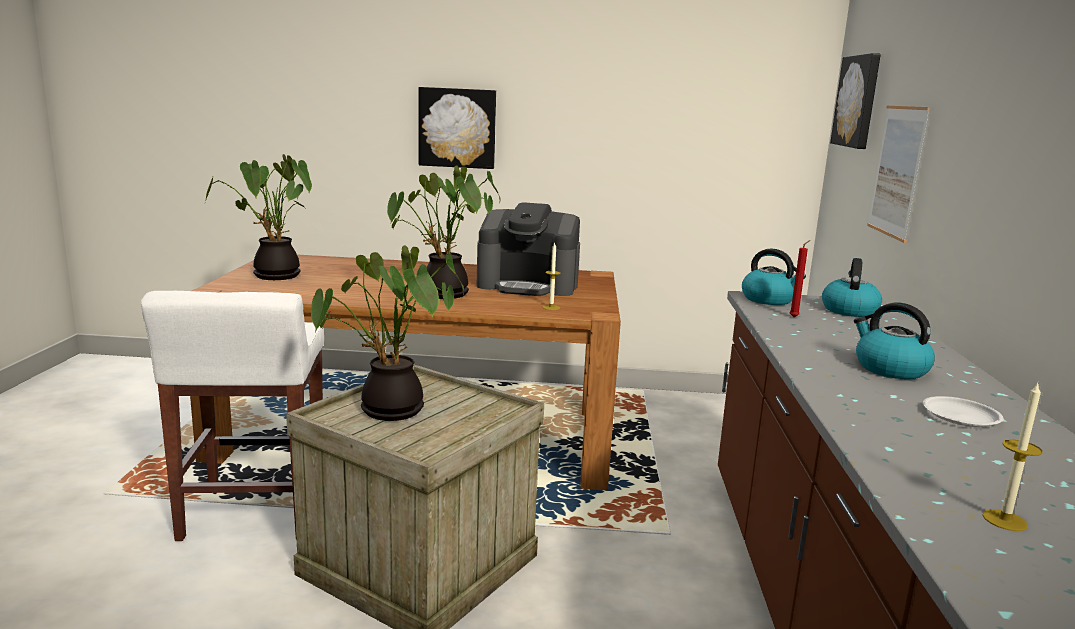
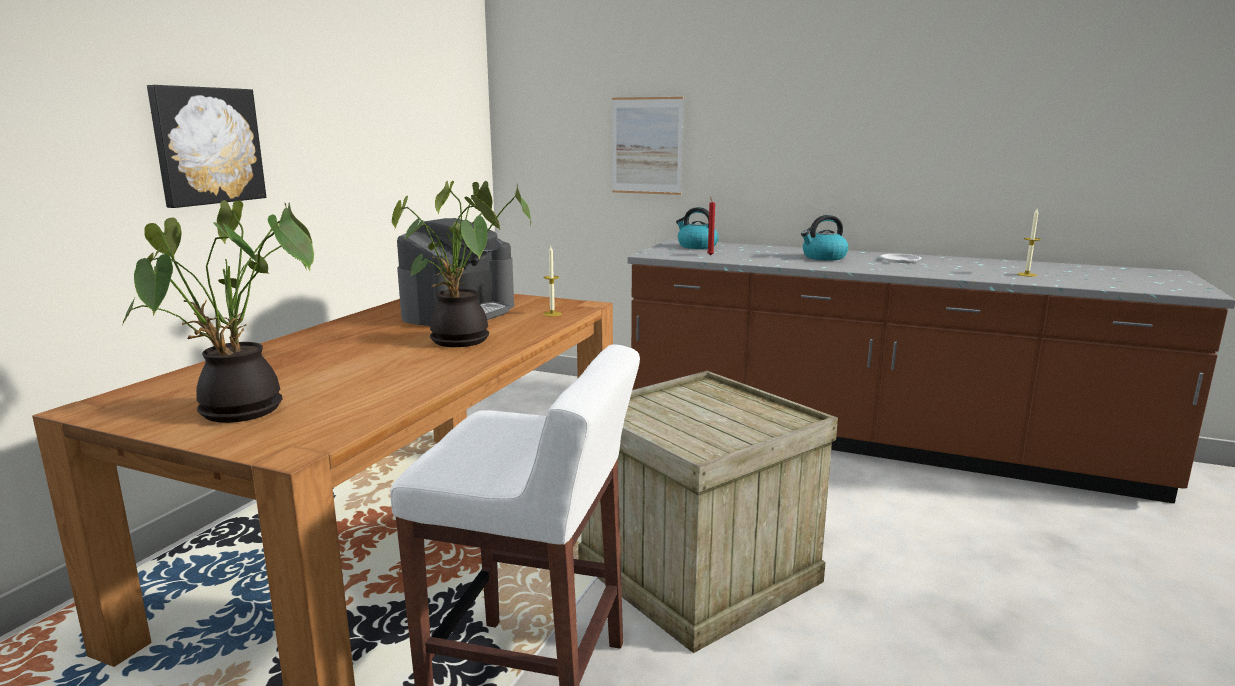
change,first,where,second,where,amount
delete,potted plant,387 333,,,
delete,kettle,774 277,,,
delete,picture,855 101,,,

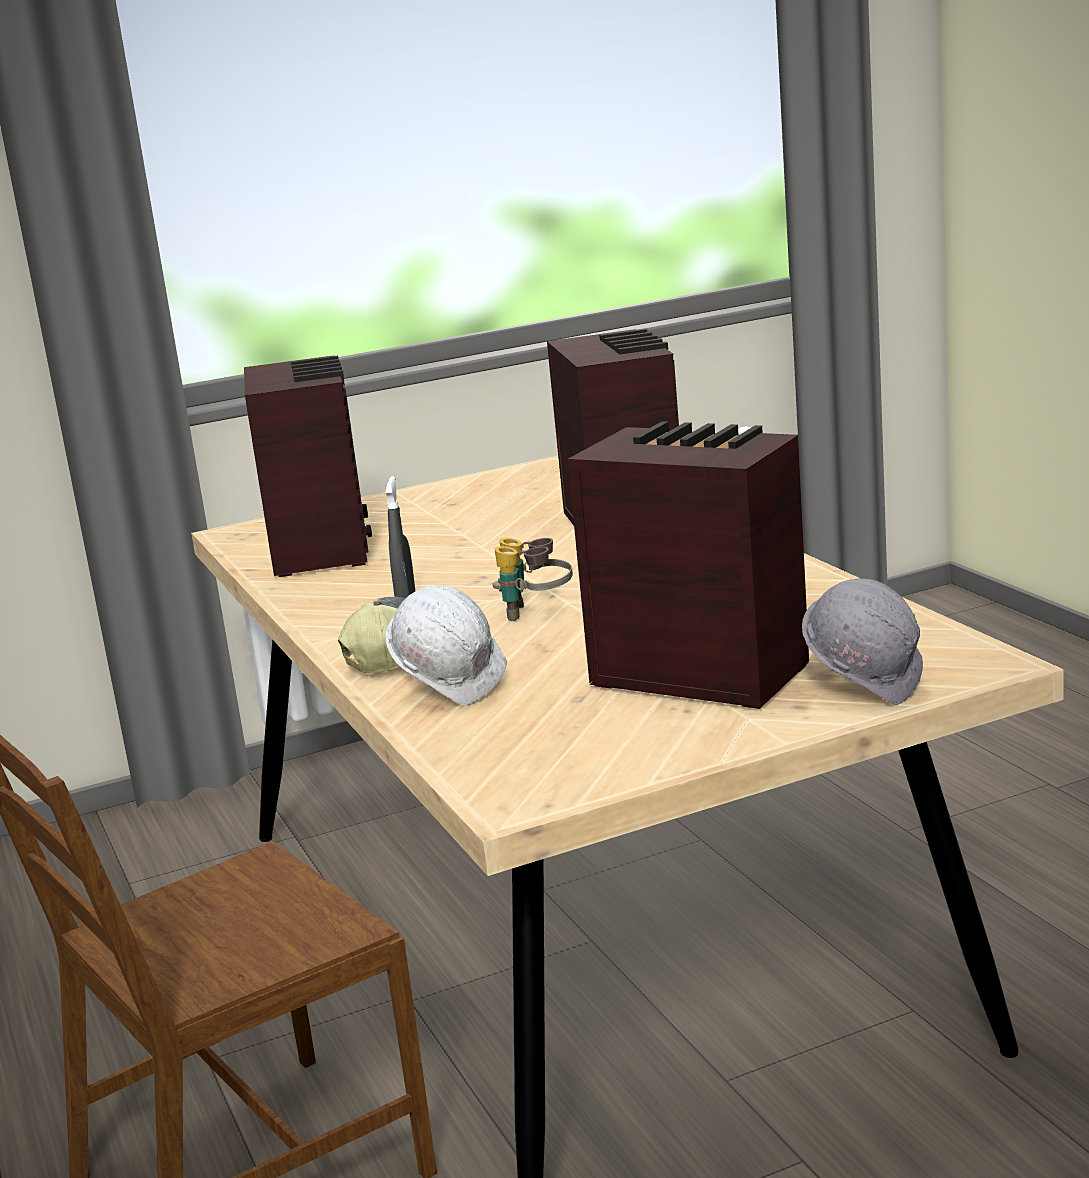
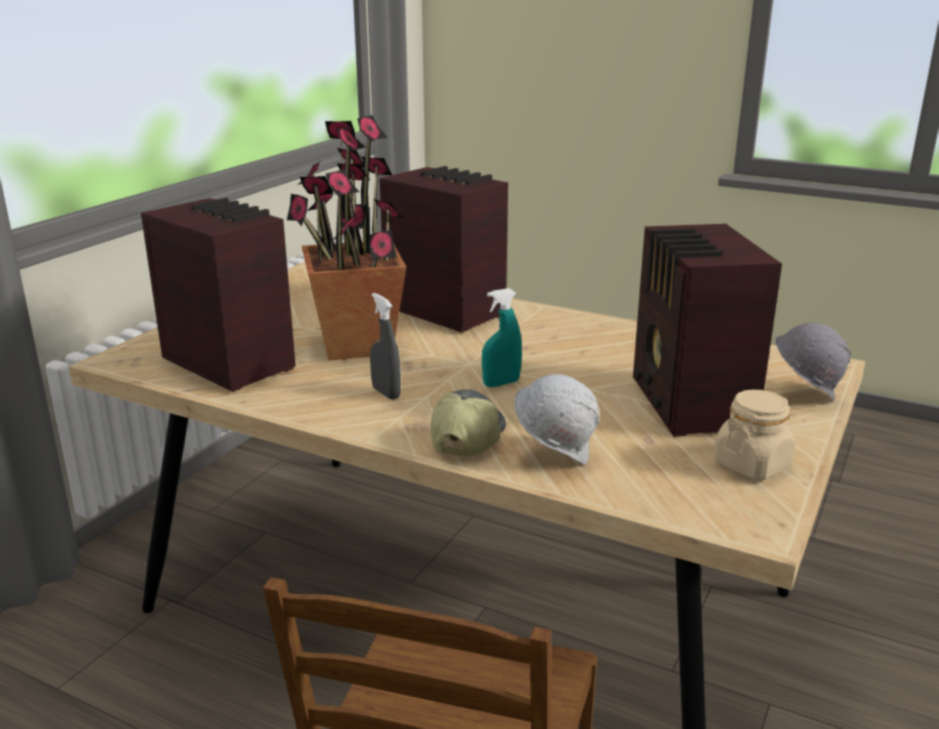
change,first,where,second,where,amount
insert,,,potted plant,346 238,
insert,,,jar in beige,754 435,
replace,binoculars,533 579,spray bottle in turquoise,502 337,
rotate,radio,688 565,,707 330,90 degrees counterclockwise

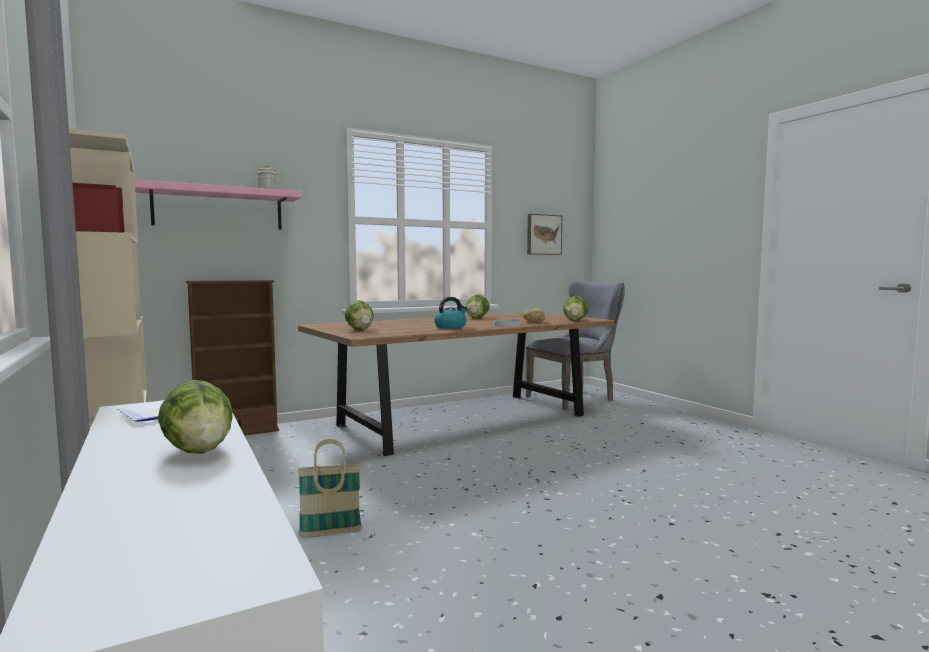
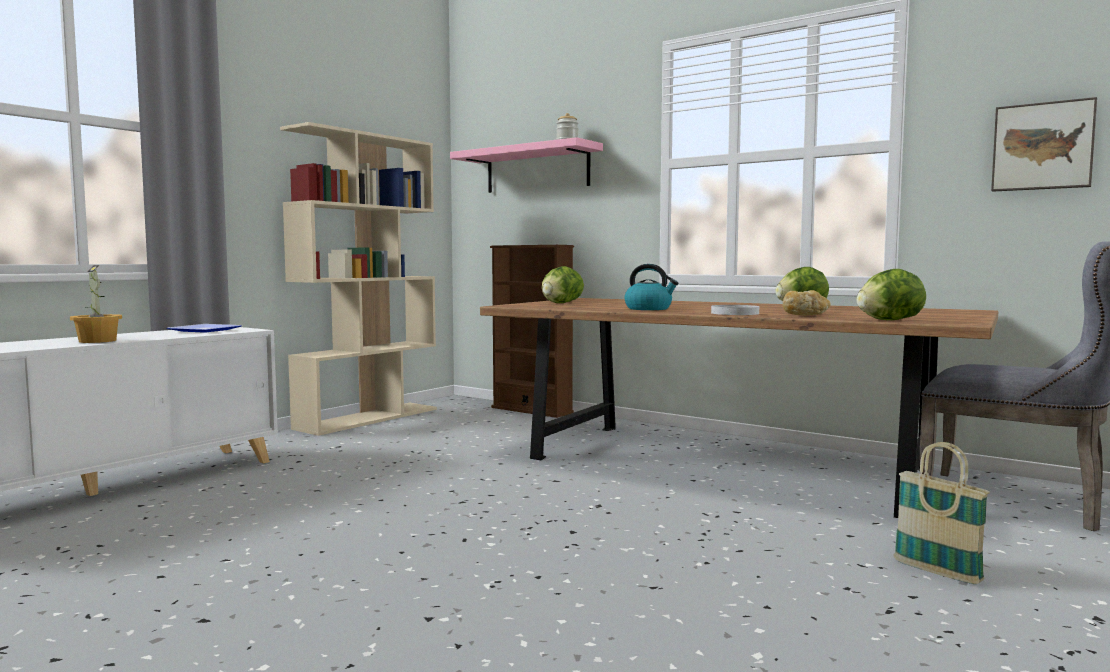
change,first,where,second,where,amount
move,basket,330 488,,942 513,
replace,lettuce,195 417,potted plant,96 304,

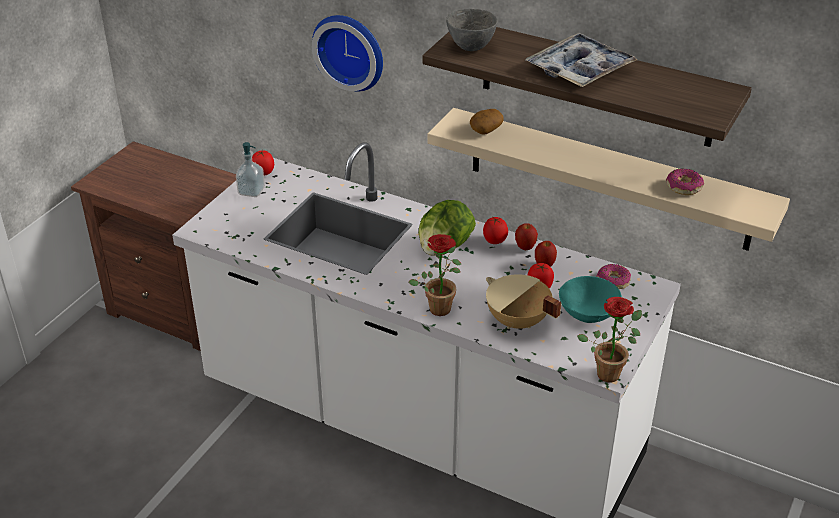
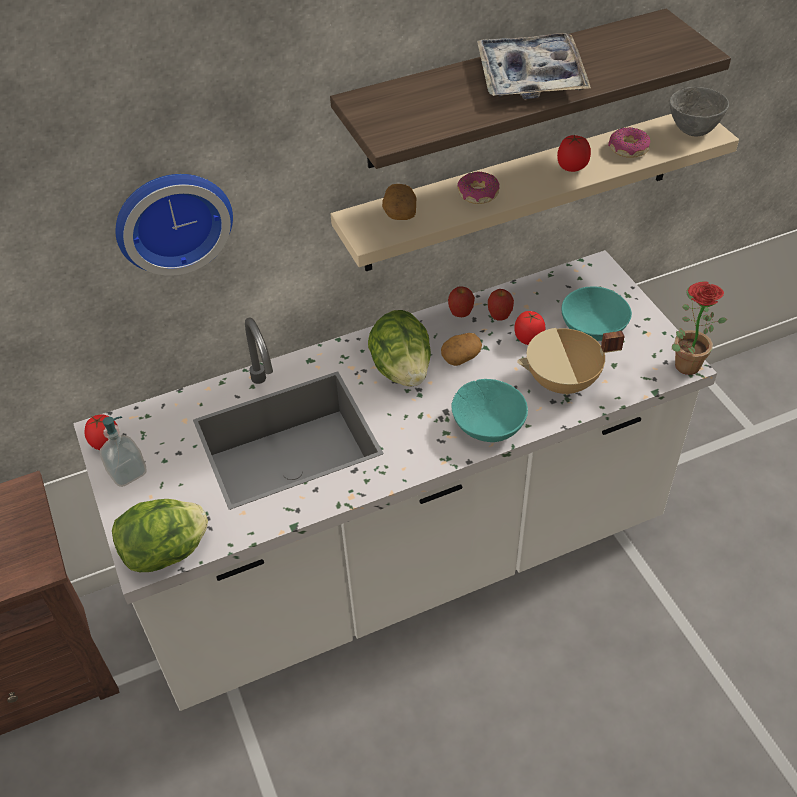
change,first,where,second,where,amount
insert,,,lettuce,160 535,
insert,,,potato,461 349,
move,bowl in grey,472 30,,699 112,
move,tomato,495 230,,574 153,
move,donut,614 276,,478 187,
replace,potted plant,435 275,bowl in turquoise,489 410,

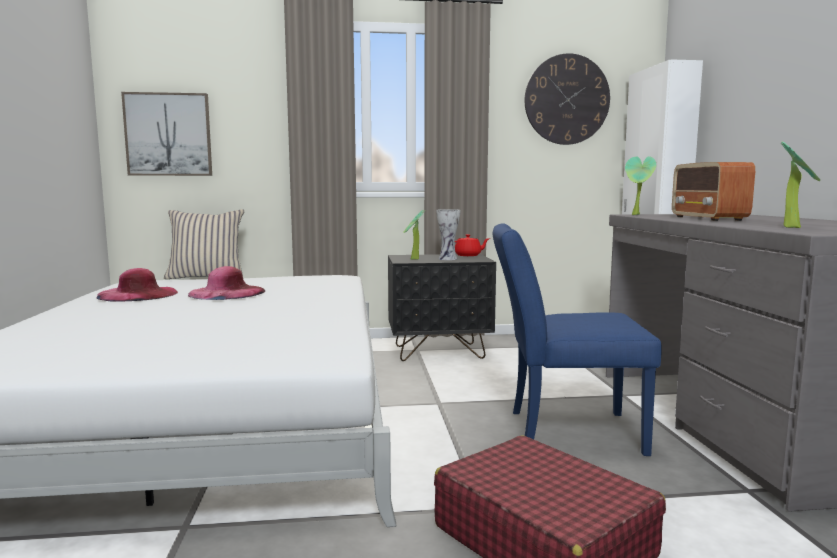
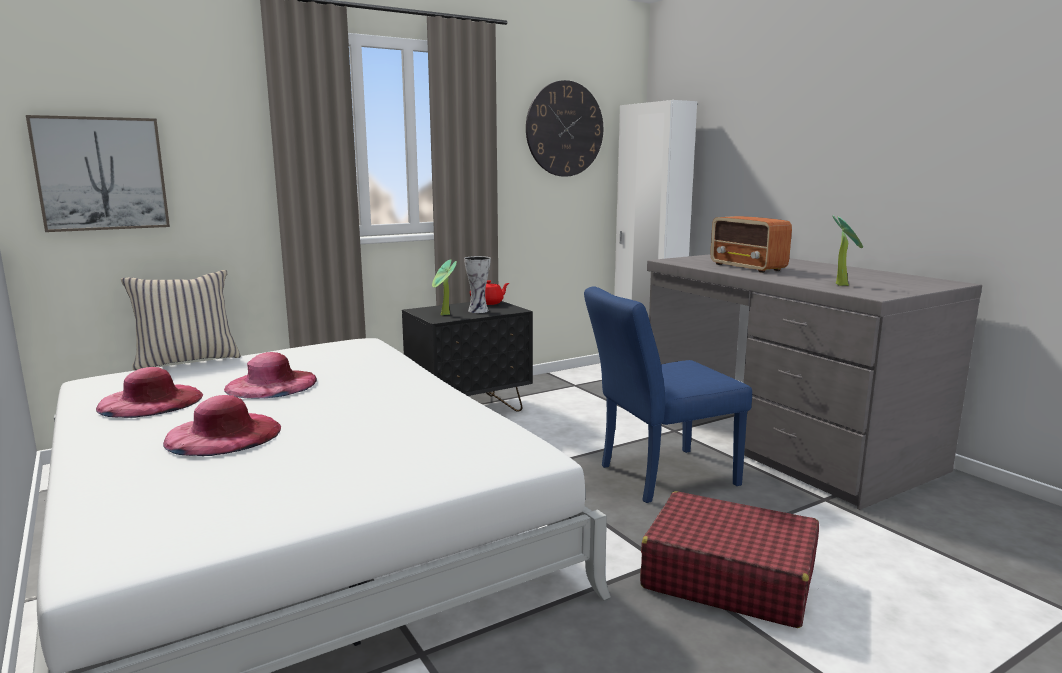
change,first,where,second,where,amount
delete,potted plant,640 185,,,
insert,,,hat in pink,222 425,

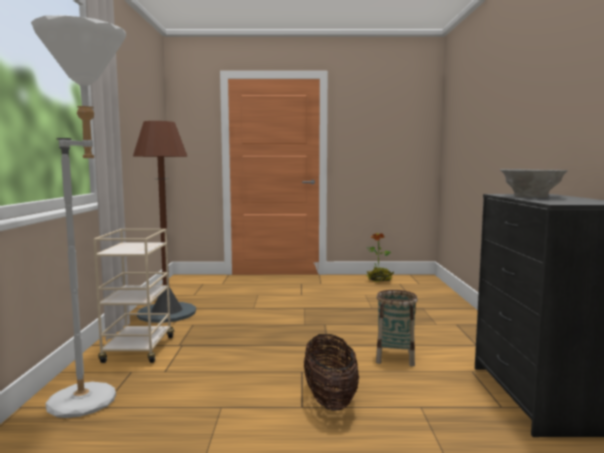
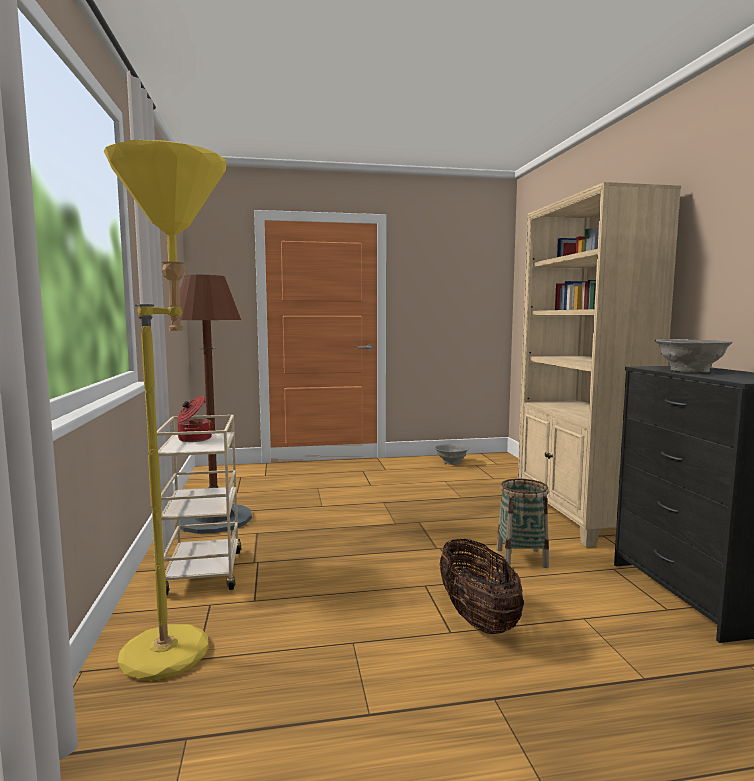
change,first,where,second,where,amount
insert,,,cooking pot,195 419,
insert,,,bookcase in beige,599 364,
replace,potted plant,380 257,bowl in grey,452 454,
recolor,floor lamp in white,78 216,floor lamp in yellow,165 410,

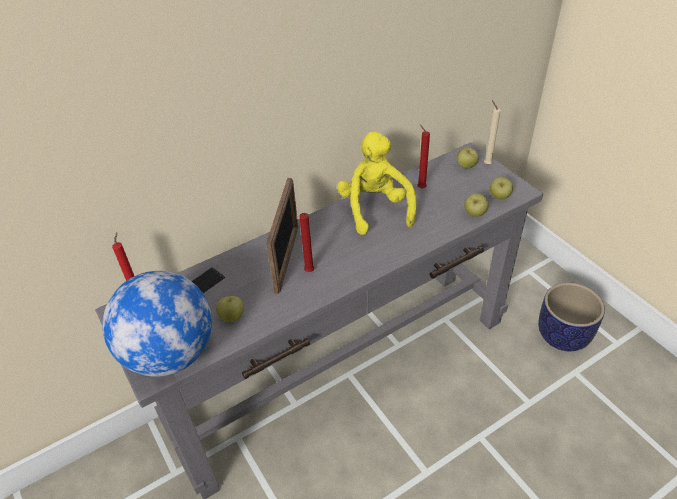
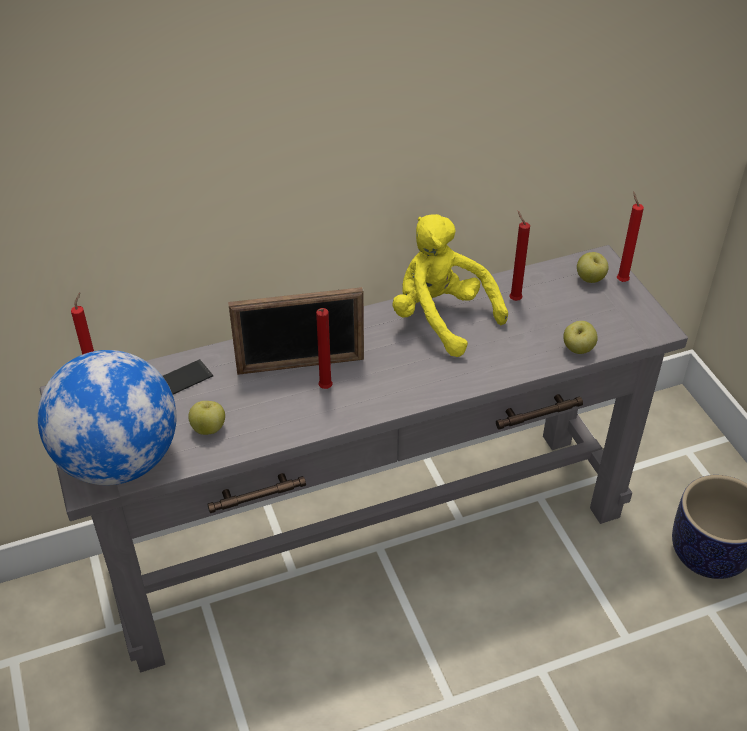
change,first,where,second,where,amount
delete,apple,501 188,,,
recolor,candle in beige,492 132,candle in red,630 237,
rotate,picture frame,282 236,,296 331,60 degrees clockwise
rotate,plush toy in yellow,376 183,,450 285,45 degrees counterclockwise

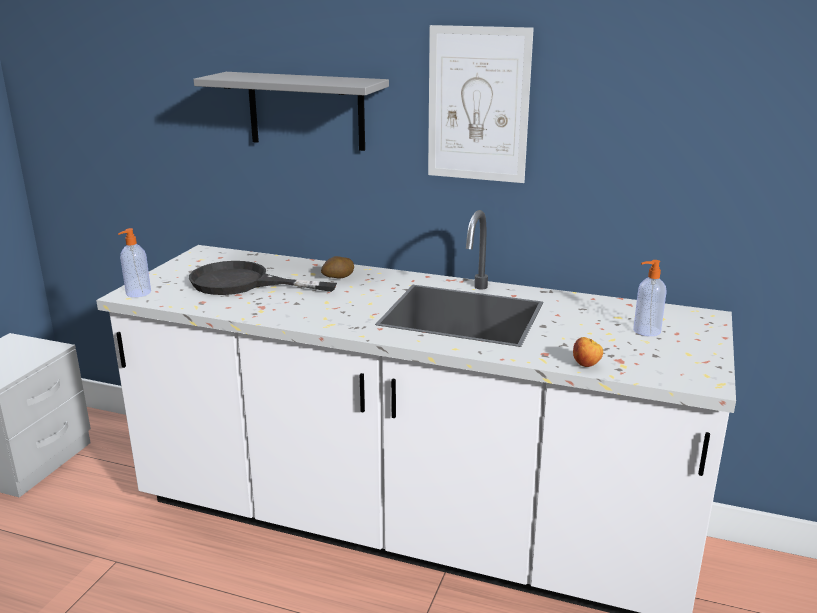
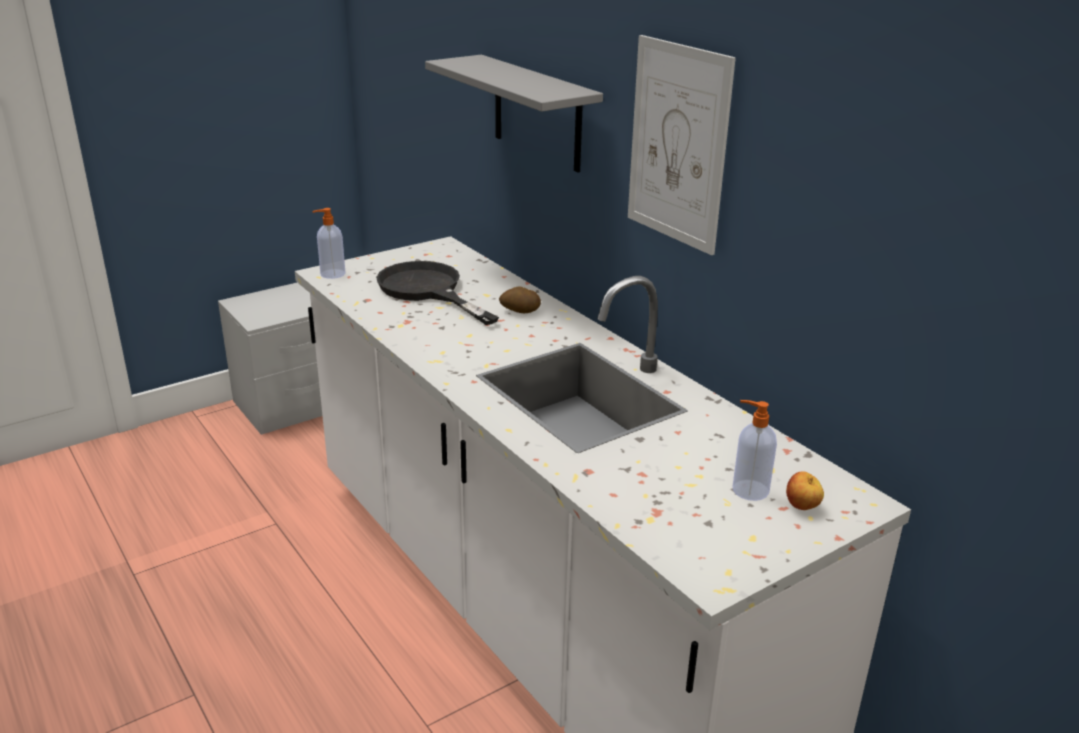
change,first,where,second,where,amount
move,apple,588 352,,805 490,

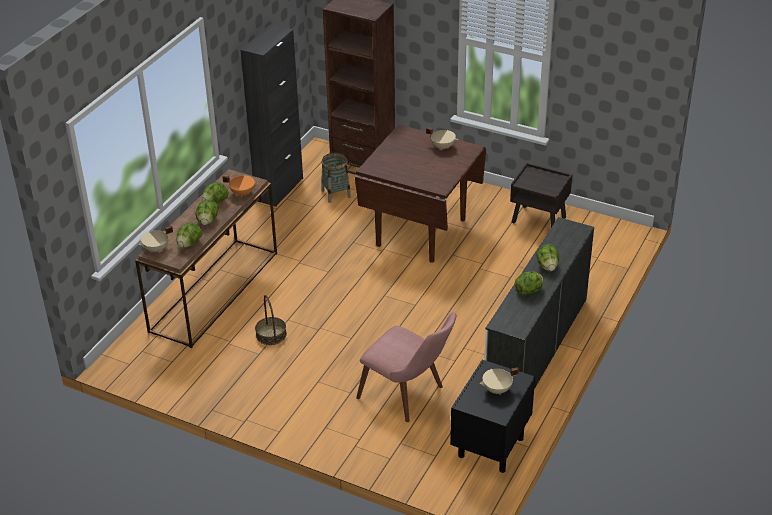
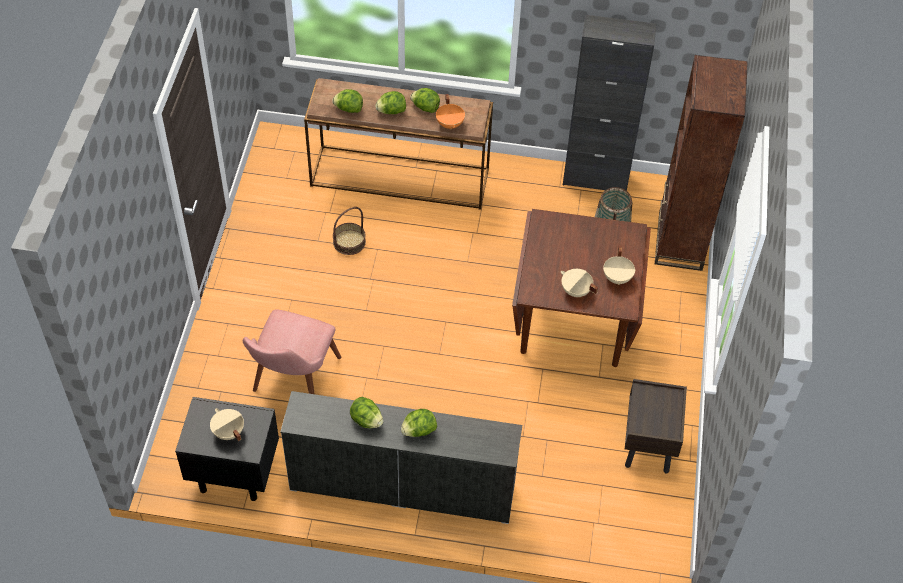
change,first,where,second,where,amount
move,cooking pot in beige,156 239,,579 283,

